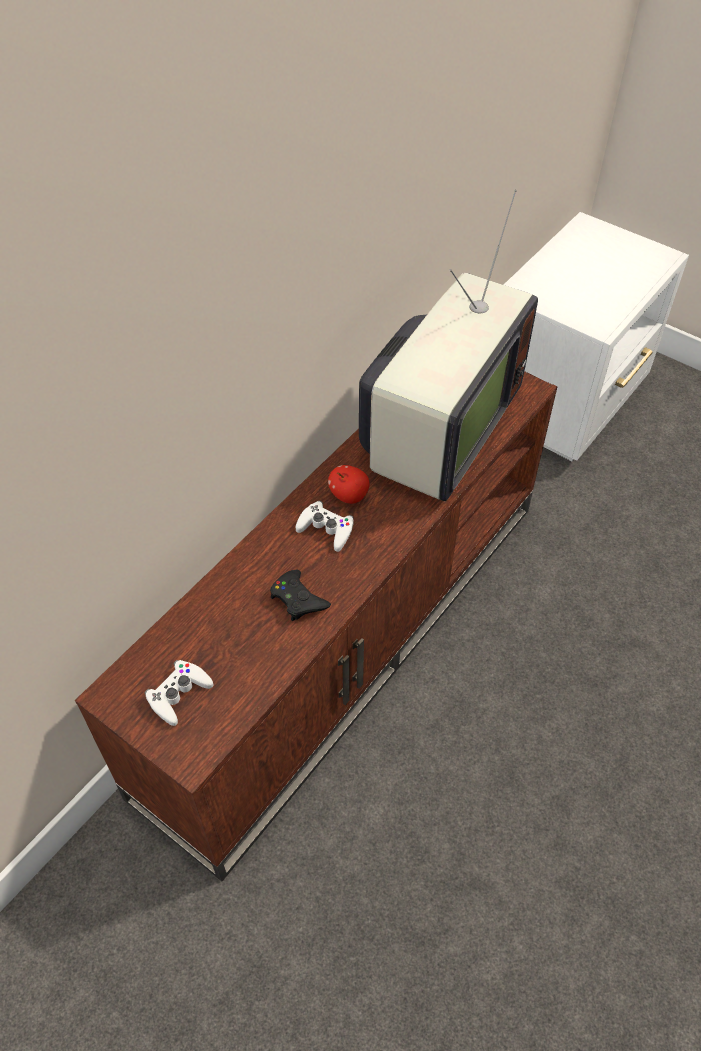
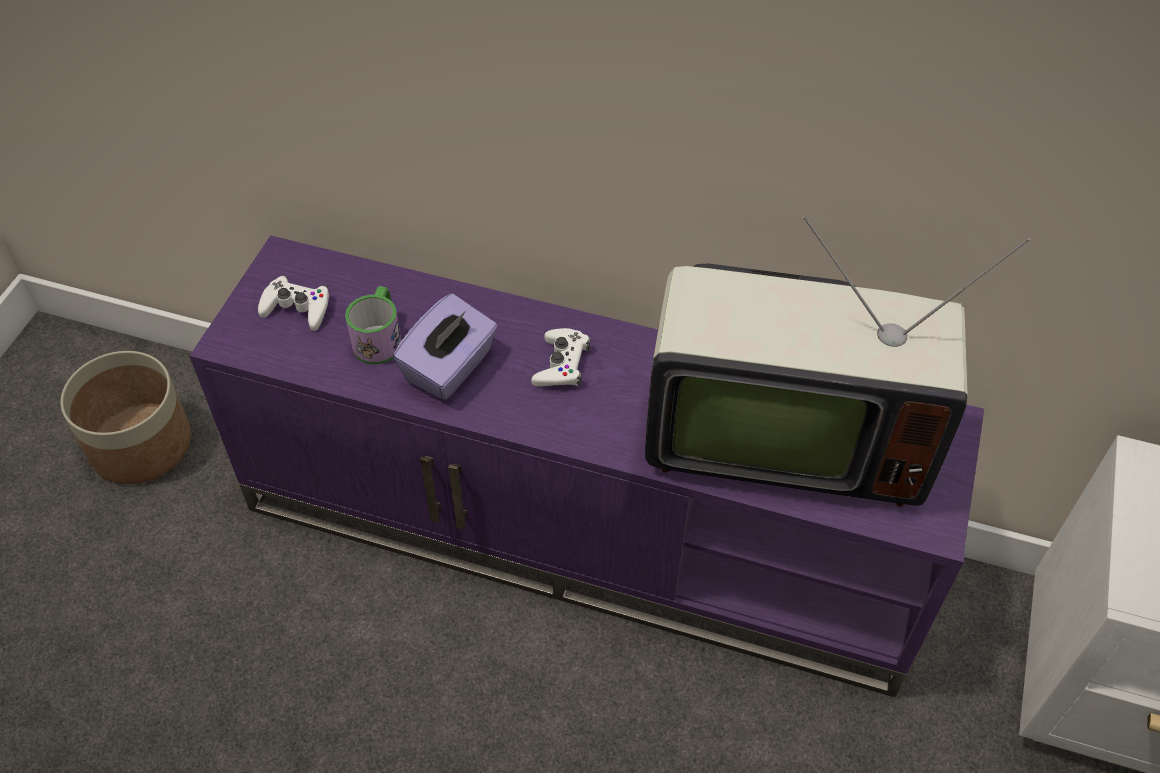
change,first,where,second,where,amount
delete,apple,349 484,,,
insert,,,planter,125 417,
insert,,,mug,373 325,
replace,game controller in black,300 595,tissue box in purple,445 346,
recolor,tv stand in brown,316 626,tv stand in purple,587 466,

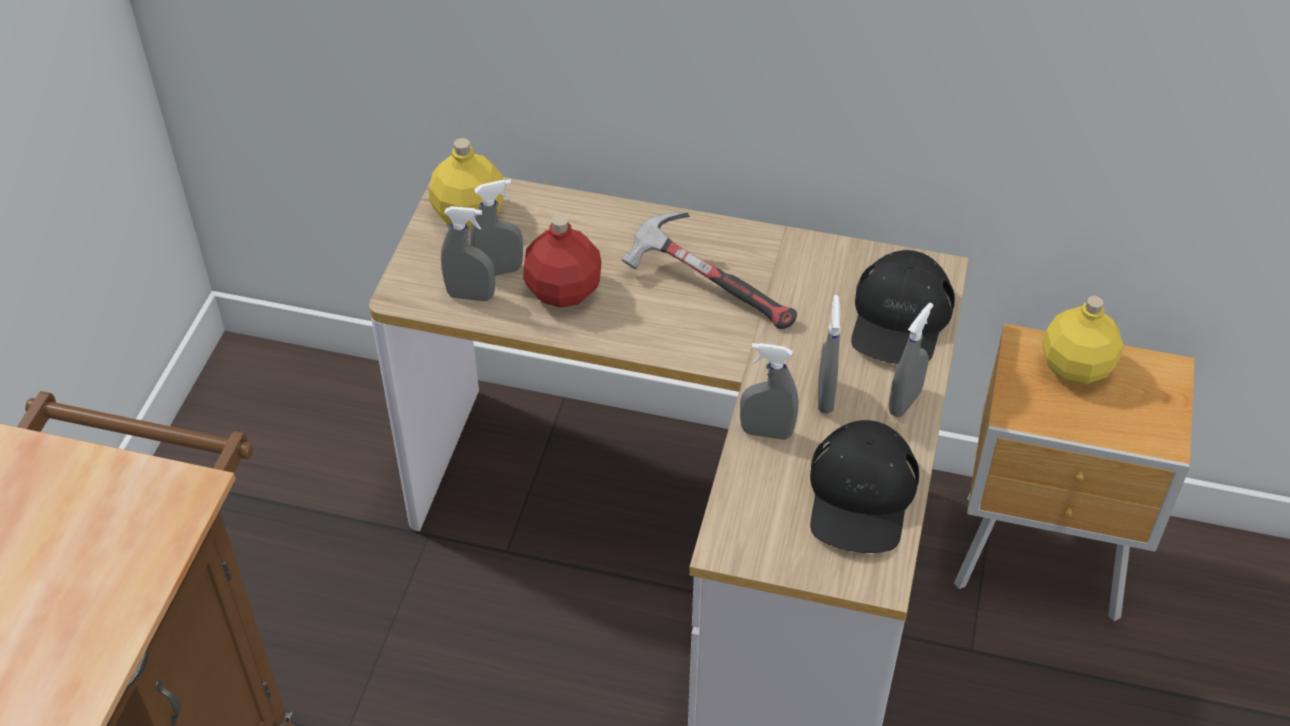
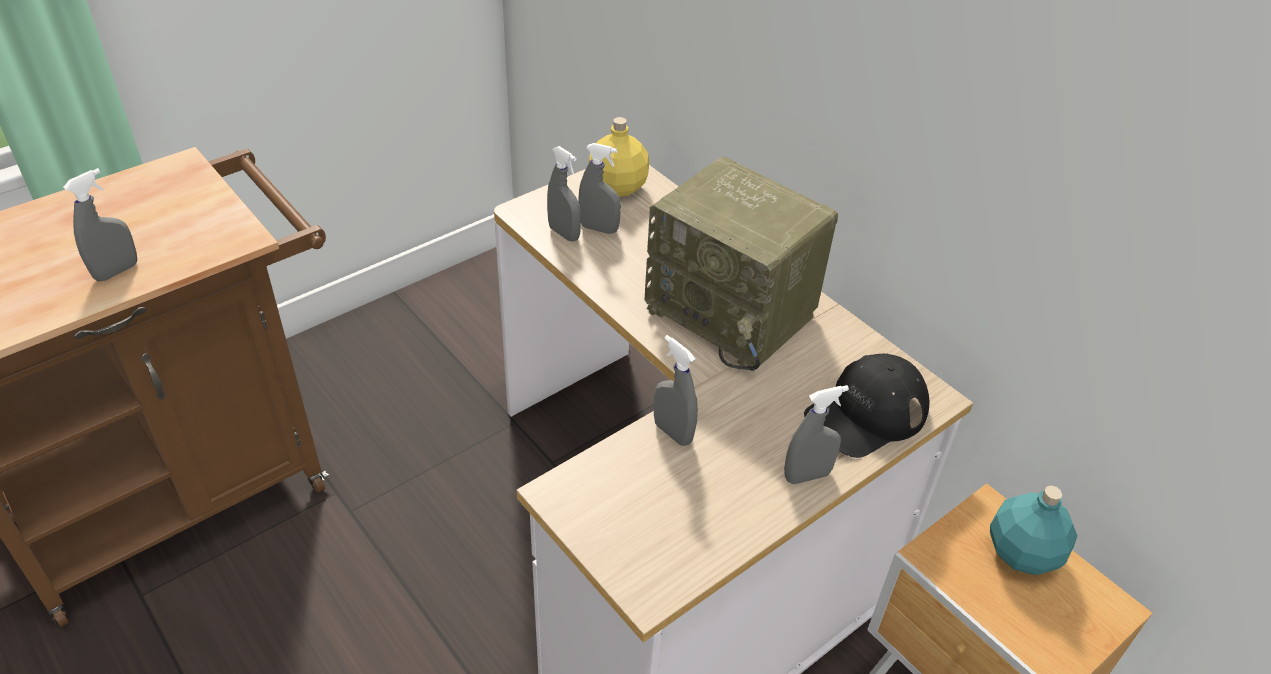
change,first,where,second,where,amount
delete,bottle in red,562 261,,,
delete,cap in black,864 486,,,
move,spray bottle in grey,829 354,,100 225,
replace,hammer,709 270,radio,741 264,
recolor,bottle in yellow,1082 340,bottle in turquoise,1033 530,

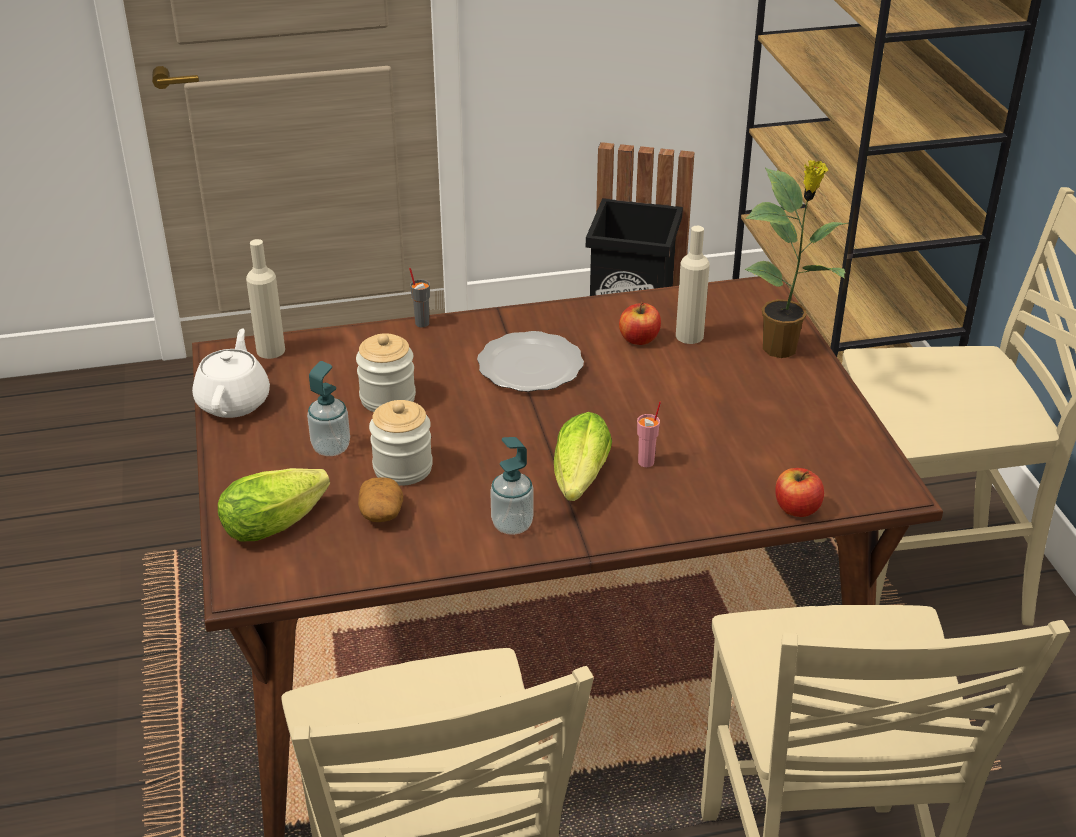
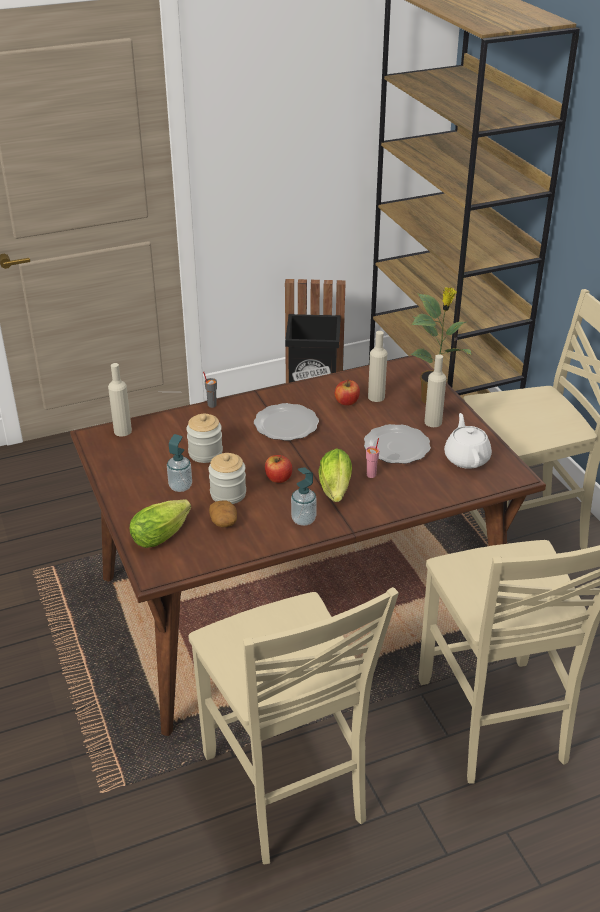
change,first,where,second,where,amount
insert,,,plate,397 444,
insert,,,bottle in beige,435 390,
move,teapot in white,231 373,,468 441,
move,apple,799 492,,278 469,

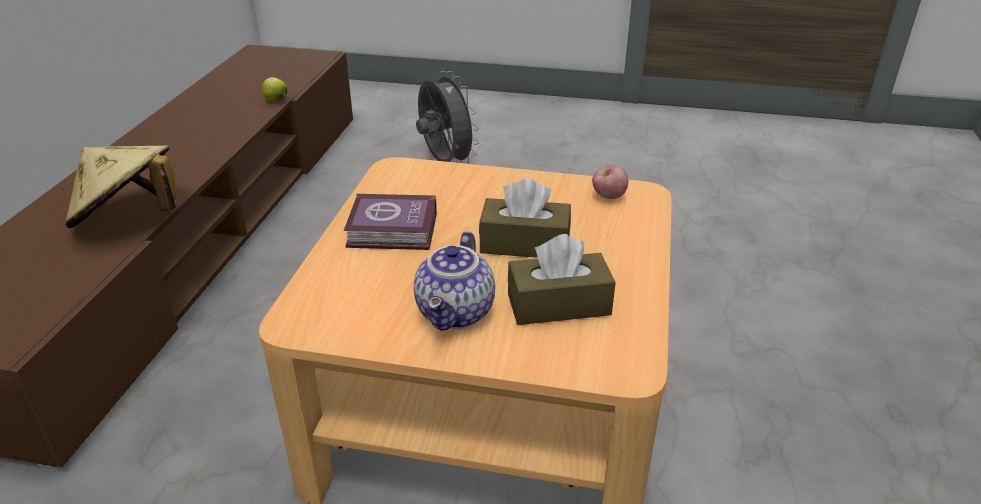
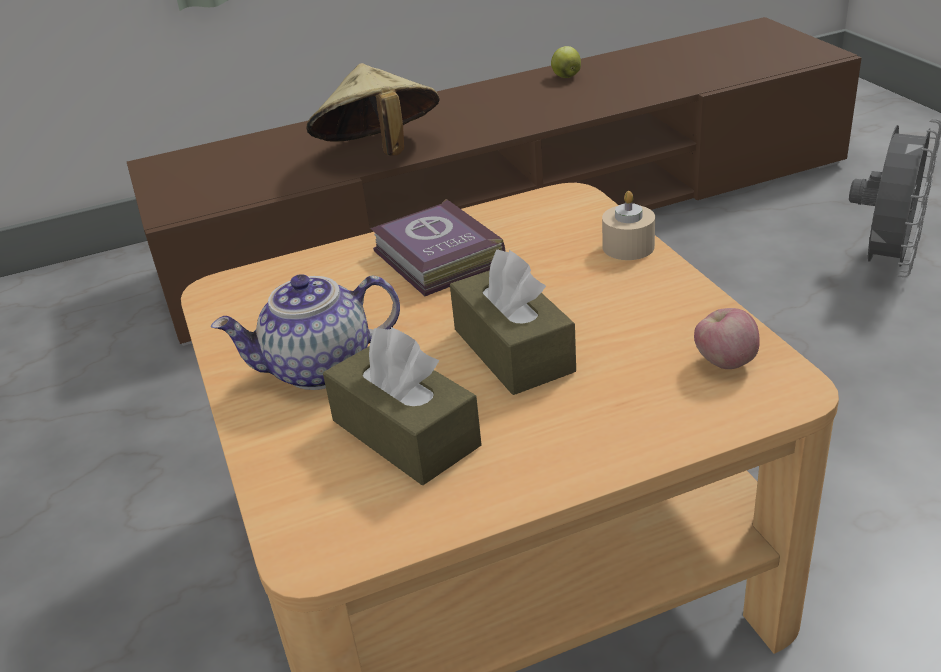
change,first,where,second,where,amount
insert,,,candle in beige,628 225,
move,apple,275 89,,566 62,

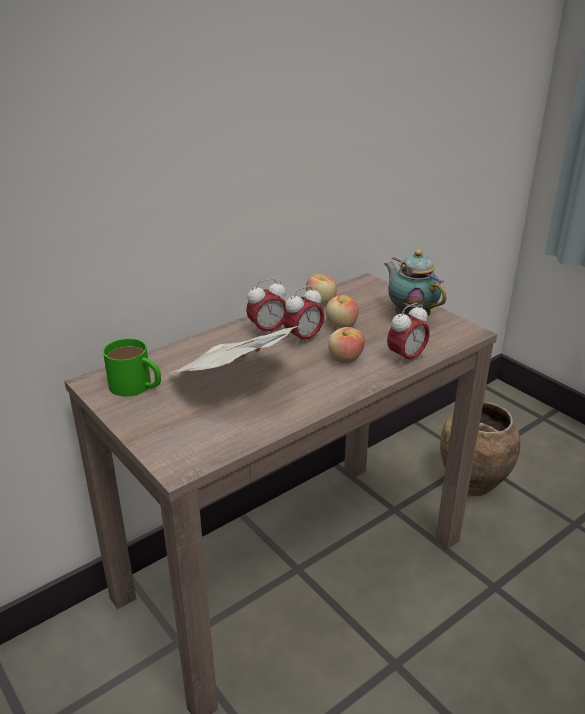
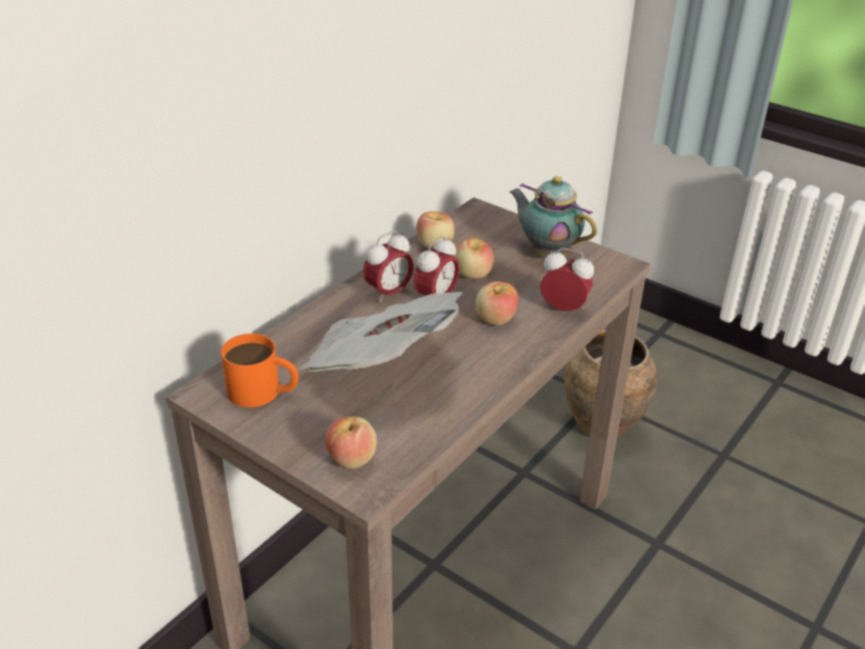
change,first,where,second,where,amount
insert,,,apple,351 442,
recolor,mug in green,132 368,mug in orange,260 370,
rotate,alarm clock,408 334,,567 279,105 degrees counterclockwise

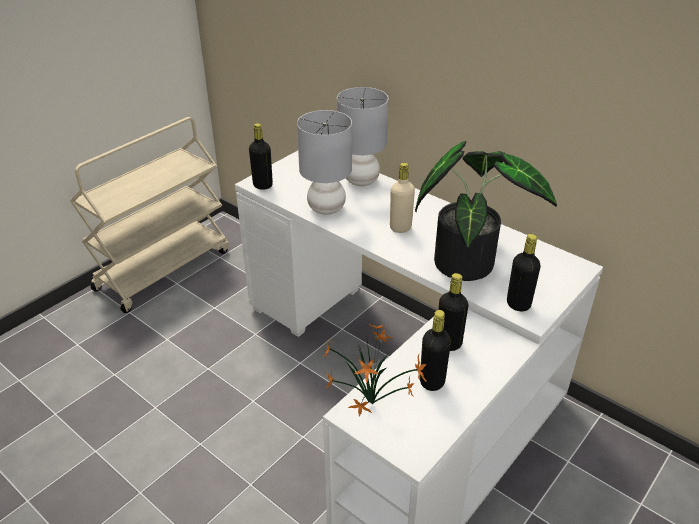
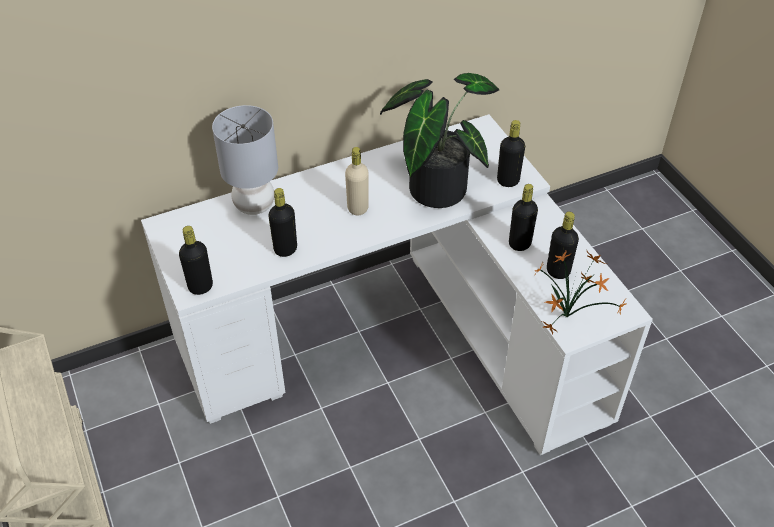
change,first,where,second,where,amount
replace,table lamp in grey,324 162,bottle in black,282 222,

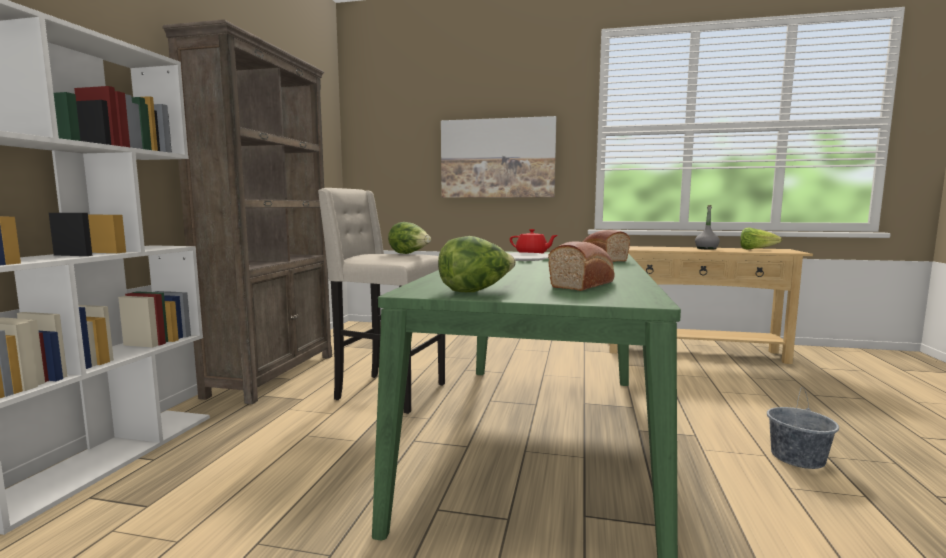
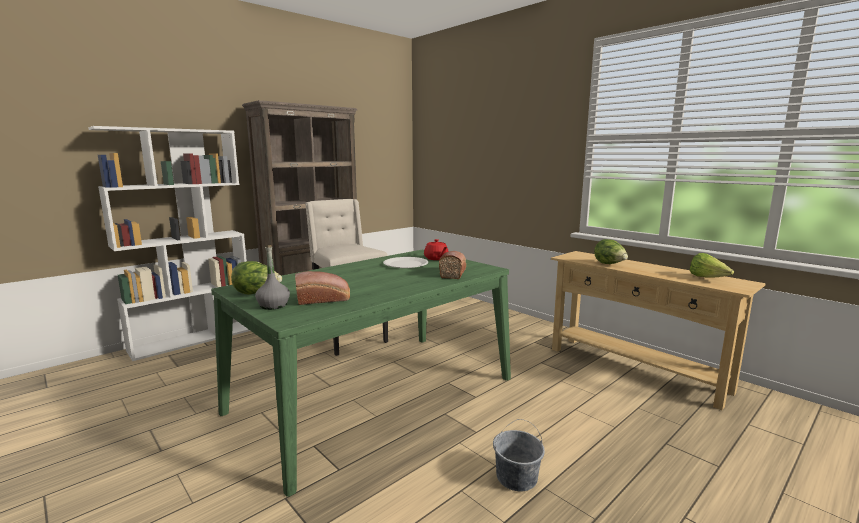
change,first,where,second,where,amount
delete,picture,498 157,,,
move,lettuce,409 238,,611 251,
move,bottle in grey,707 227,,272 277,

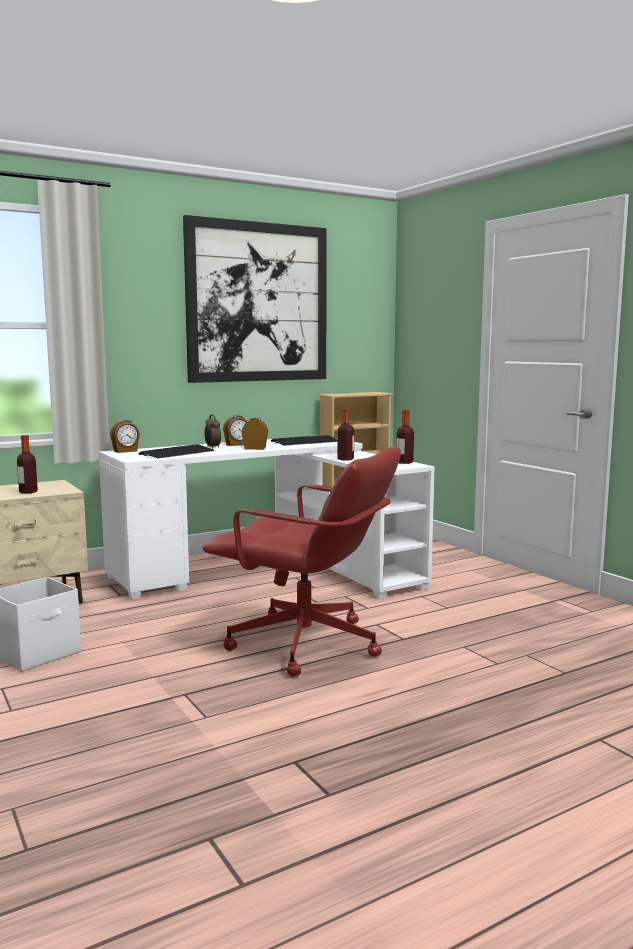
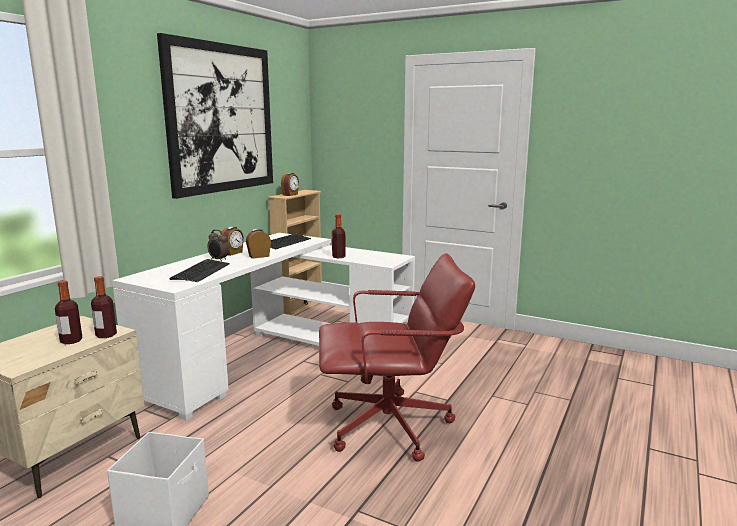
change,first,where,second,where,amount
move,alarm clock,125 436,,290 184,
move,bottle,405 437,,104 307,

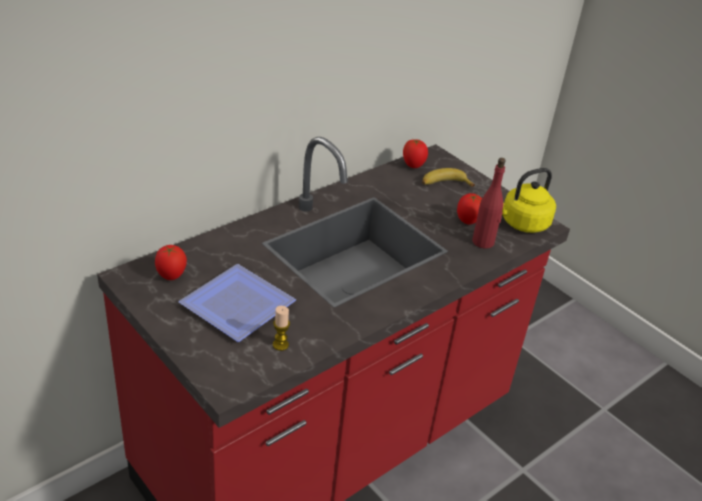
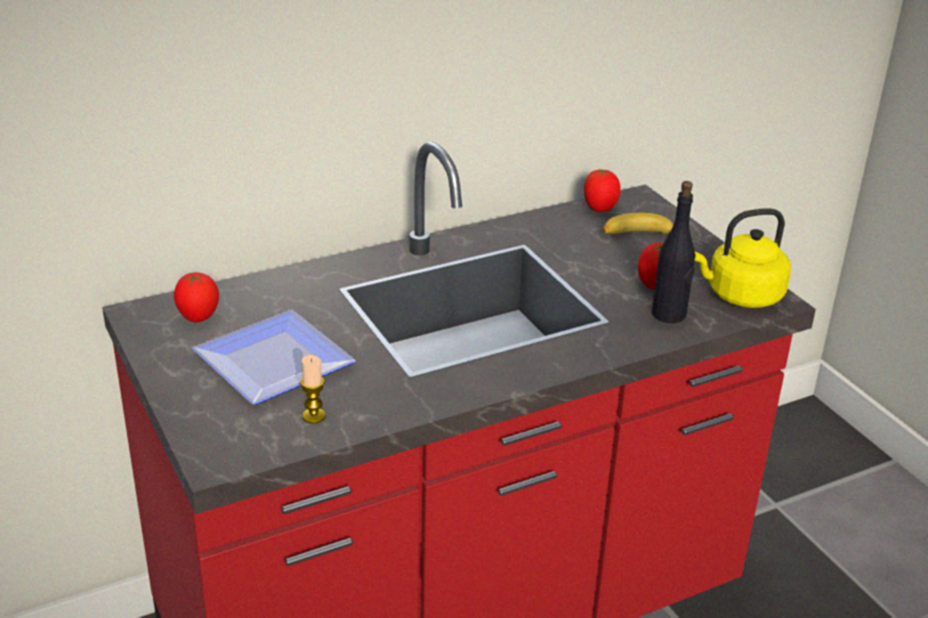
change,first,where,second,where,amount
recolor,bottle in red,489 203,bottle in black,673 252,

